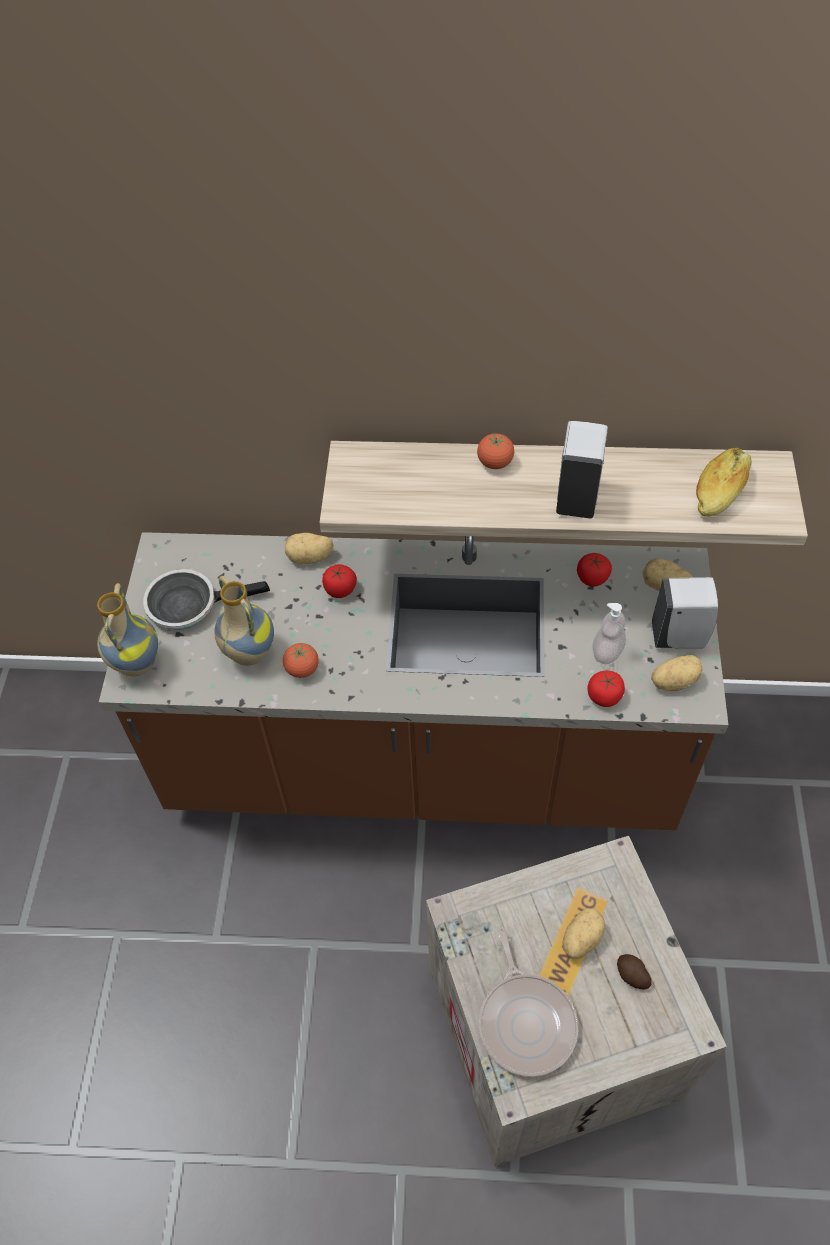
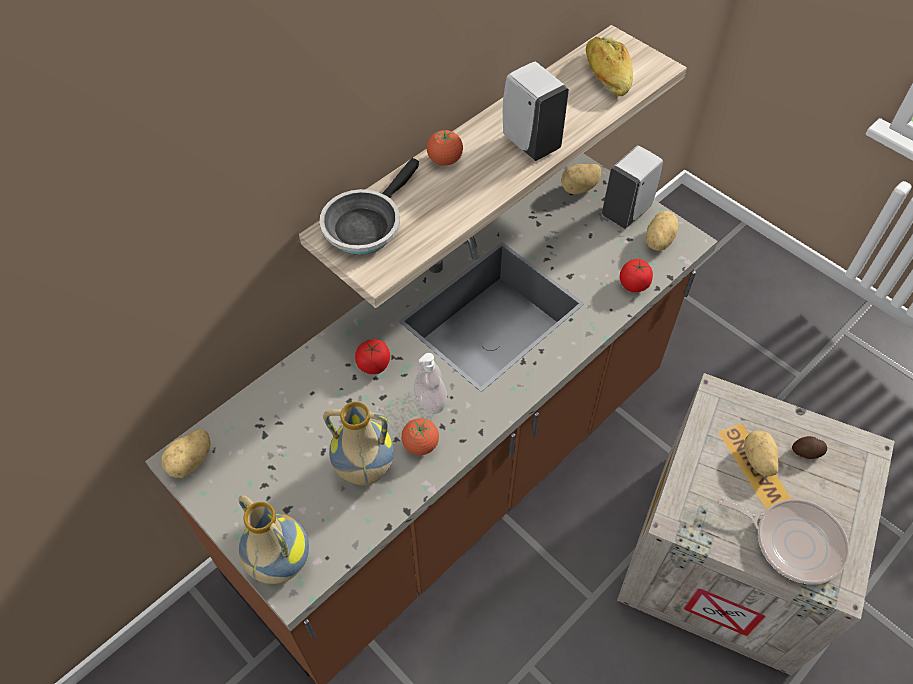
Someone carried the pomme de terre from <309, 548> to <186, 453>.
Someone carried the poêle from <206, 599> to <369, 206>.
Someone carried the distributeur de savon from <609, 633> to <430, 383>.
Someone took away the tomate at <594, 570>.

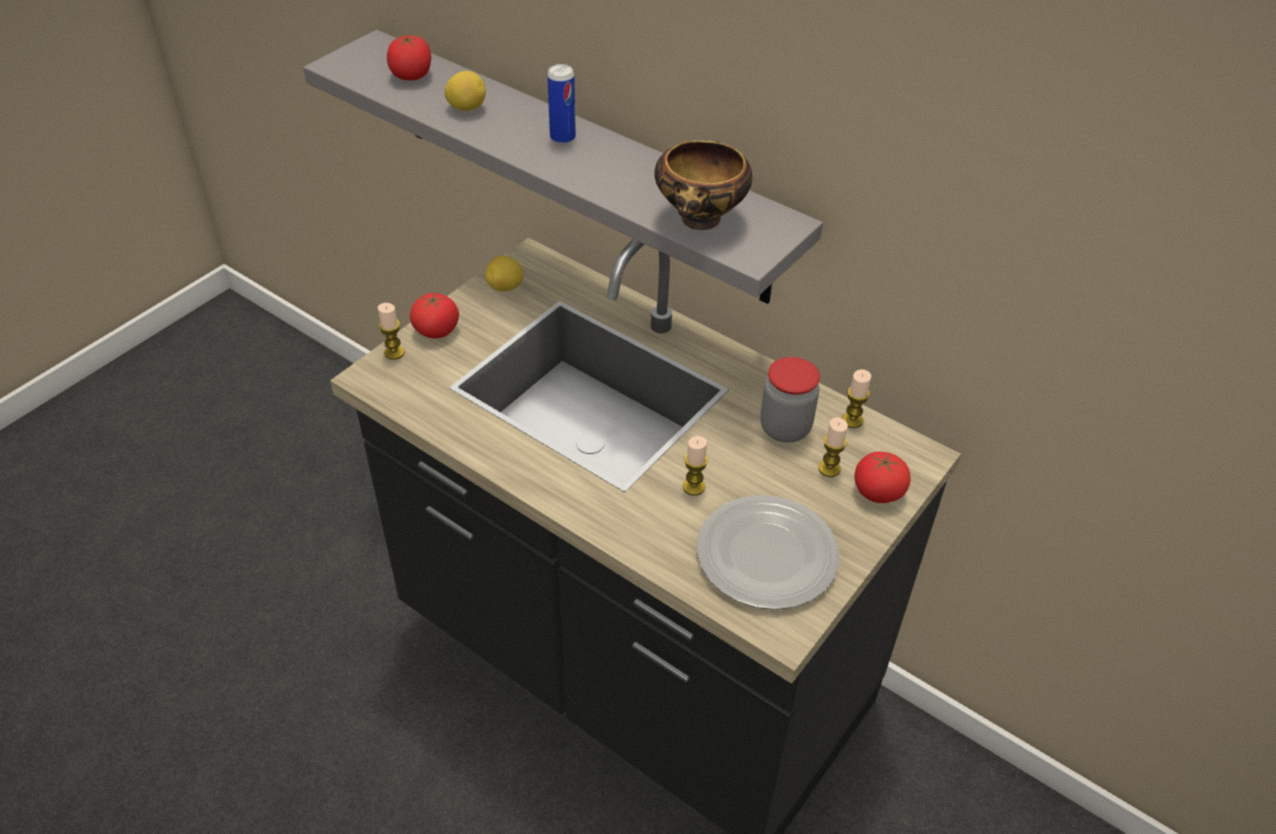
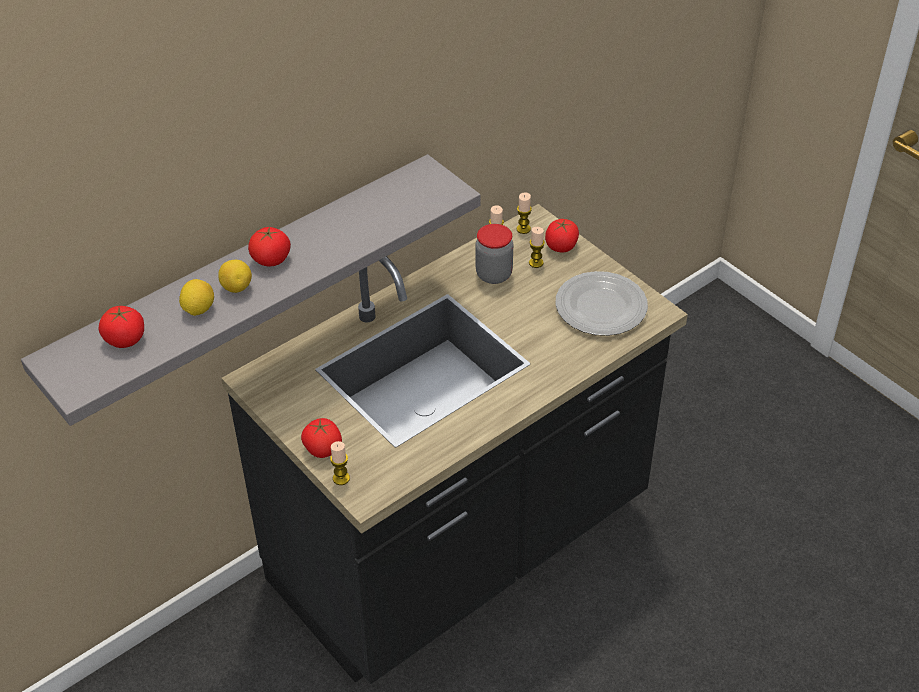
Someone carried the citron from <504, 273> to <235, 276>.
Someone swapped the boîte métallique at <561, 104> for the tomate at <269, 246>.
Someone carried the bougie from <695, 466> to <524, 213>.
Someone took away the bol at <703, 185>.

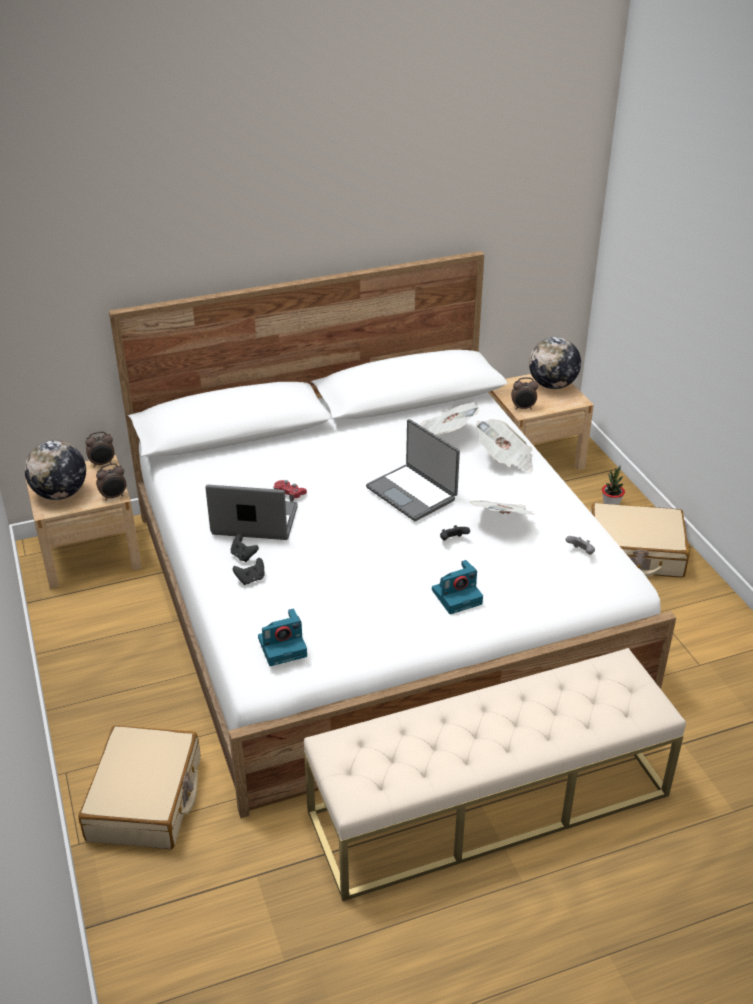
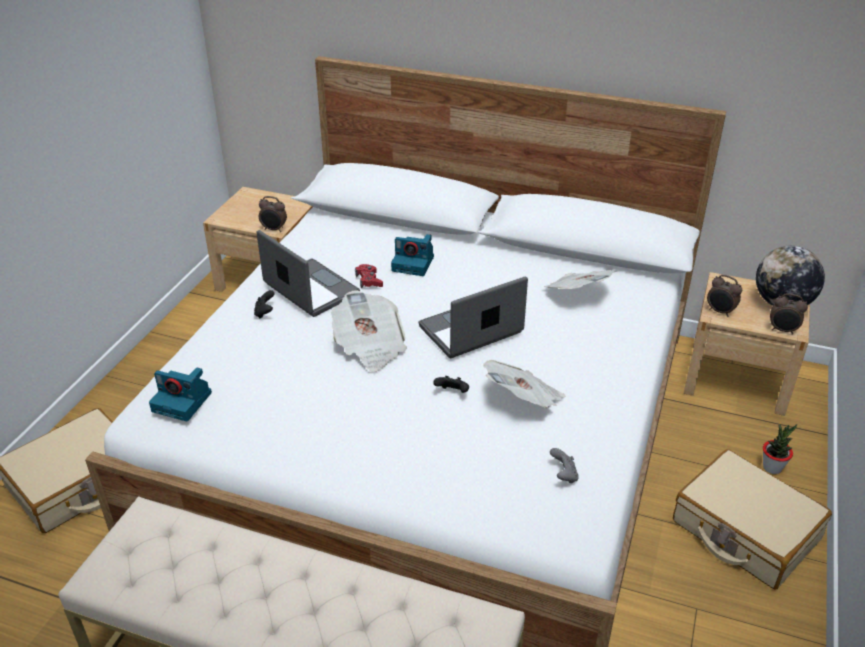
Someone carried the journal from <504, 445> to <369, 331>.
Someone carried the appareil photo from <457, 587> to <412, 255>.
Someone rotated the ordinateur portable at <413, 470> by 60 degrees clockwise.
Someone carried the réveil from <100, 449> to <789, 314>.
Someone took away the globe at <55, 470>.
Someone took away the manette [noir] at <248, 571>.

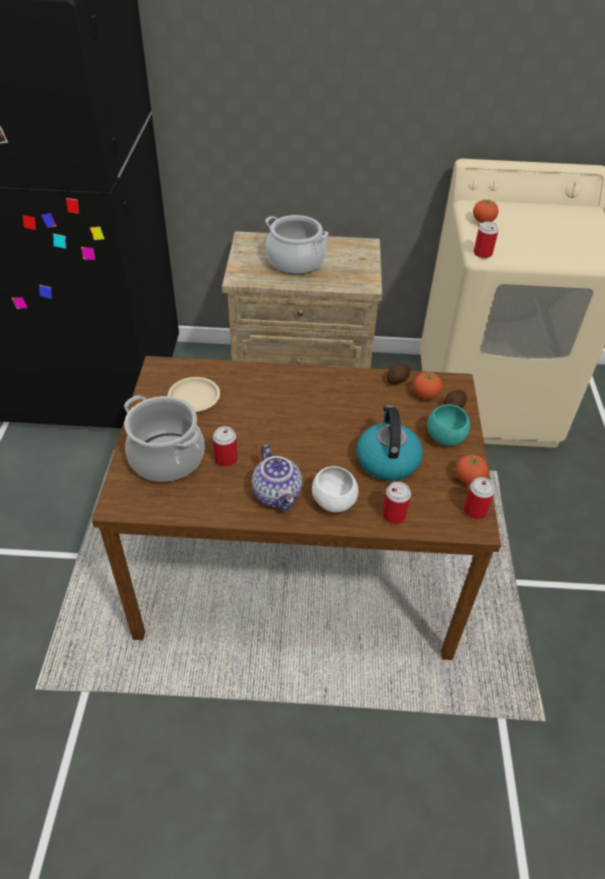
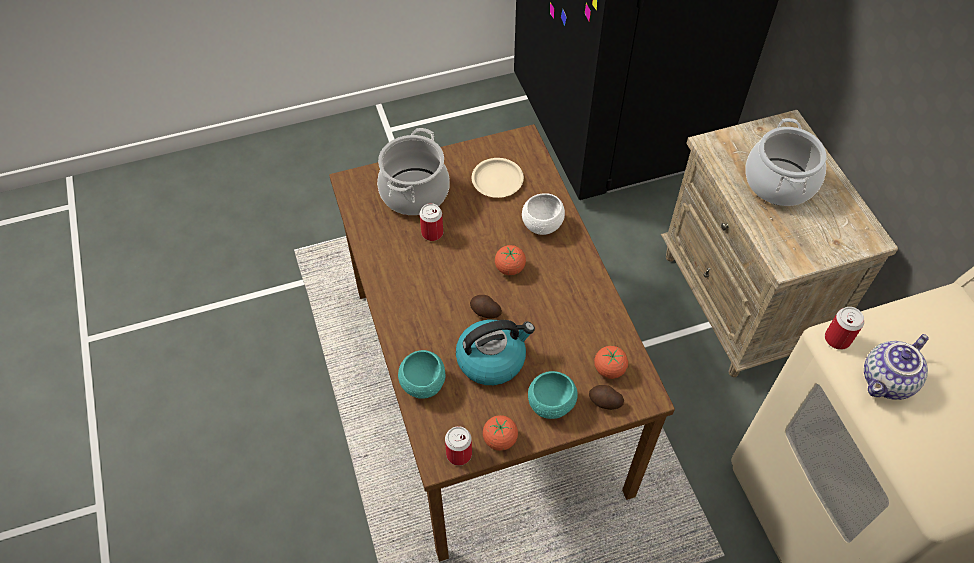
Someone swapped the boîte métallique at <396, 503> for the bol [turquoise] at <421, 374>.
Someone carried the pomme de terre from <398, 374> to <486, 306>.
Someone carried the tomate from <485, 211> to <510, 260>.
Someone carried the bol [blanc] from <335, 489> to <543, 214>.
Someone carried the théière from <277, 477> to <896, 367>.

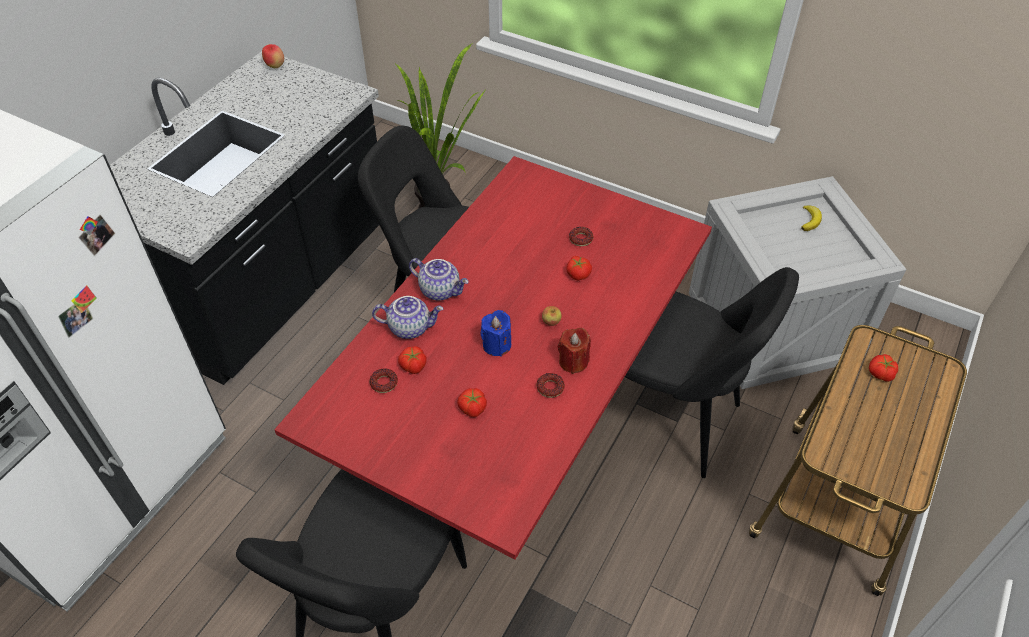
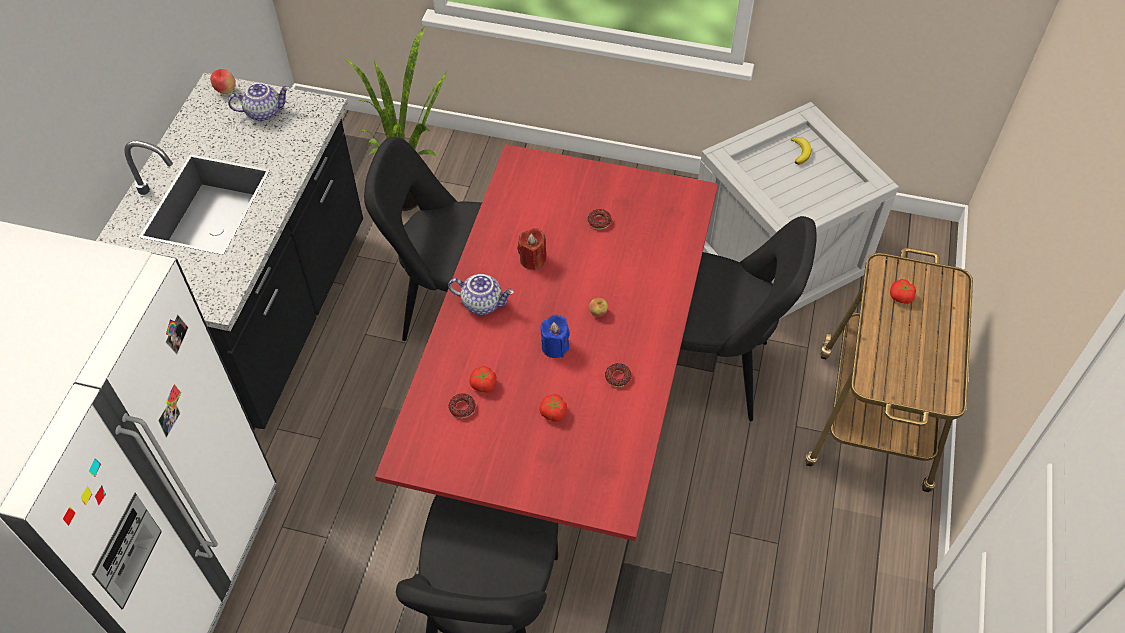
Someone carried the théière from <407, 317> to <259, 102>.
Someone carried the bougie [rouge] from <574, 351> to <532, 249>.
Someone took away the tomate at <579, 268>.

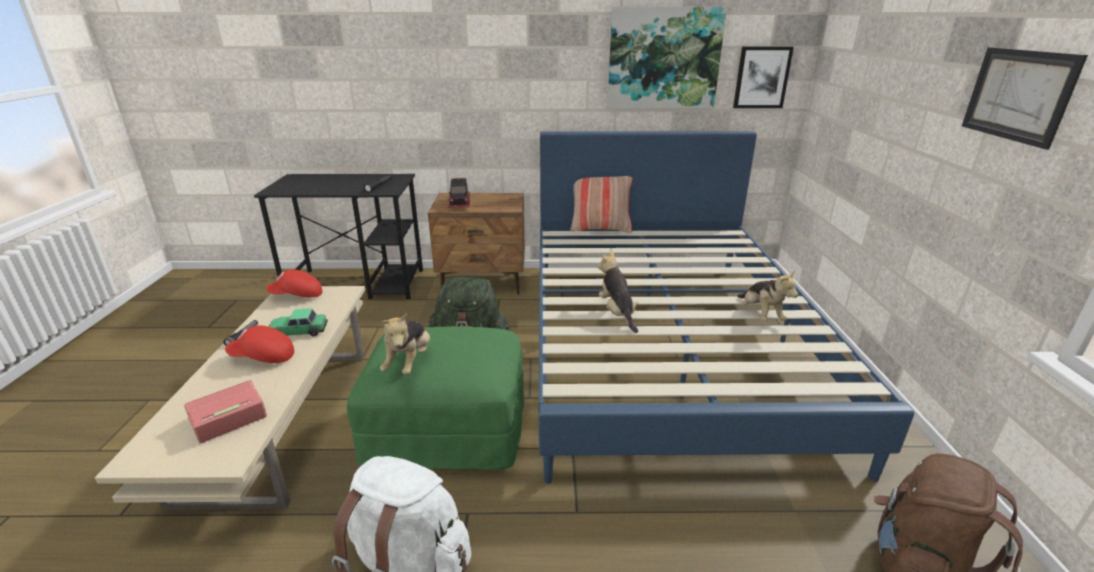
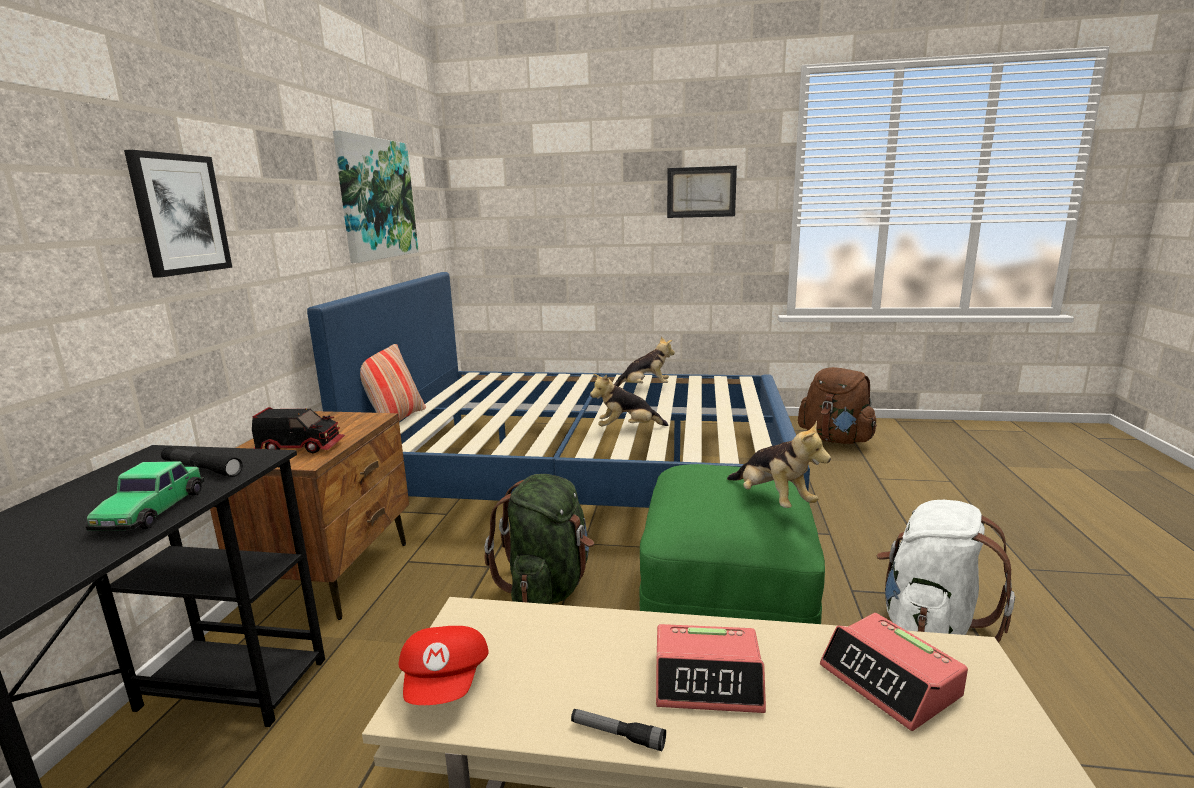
Someone carried the petite voiture from <298, 322> to <145, 496>.
Someone carried the tableau from <763, 77> to <178, 214>.
Someone swapped the casquette [rouge] at <259, 344> for the réveil at <711, 668>.
Someone rotated the peluche at <405, 344> by 45 degrees clockwise.

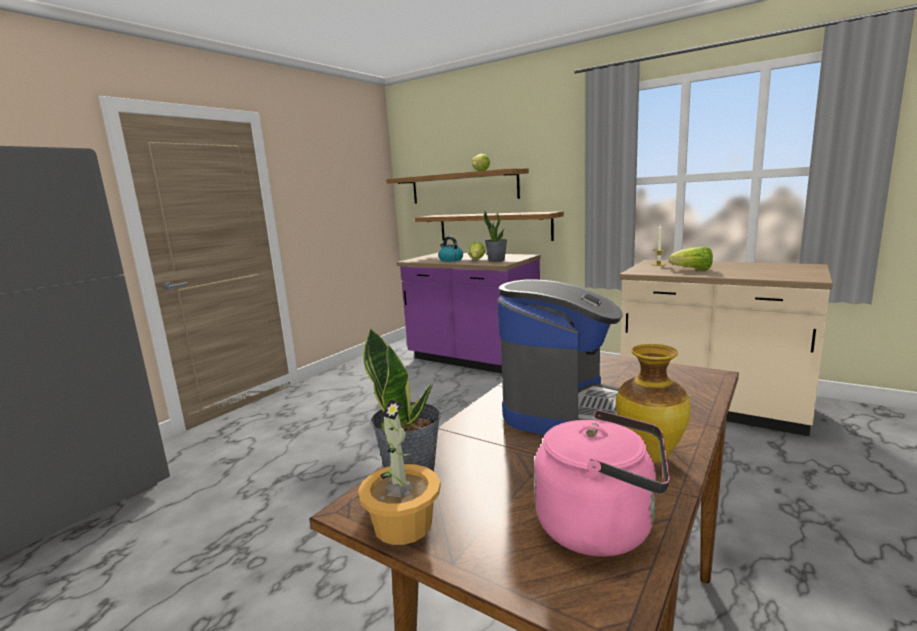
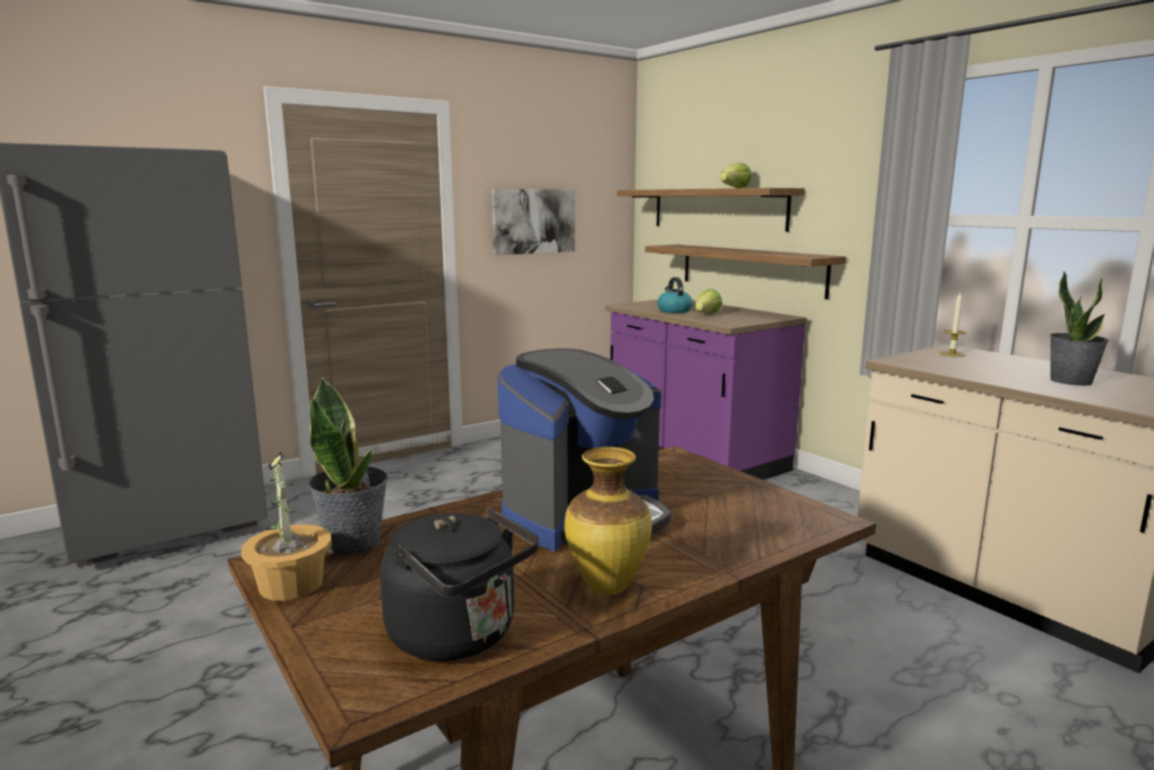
Someone repainted the bouilloire [rose] at <602, 483>, which became the bouilloire [noir] at <459, 584>.
Someone put up the tableau at <533, 222>.
Someone carried the plante en pot from <495, 236> to <1079, 328>.
Someone took away the laitue at <691, 258>.

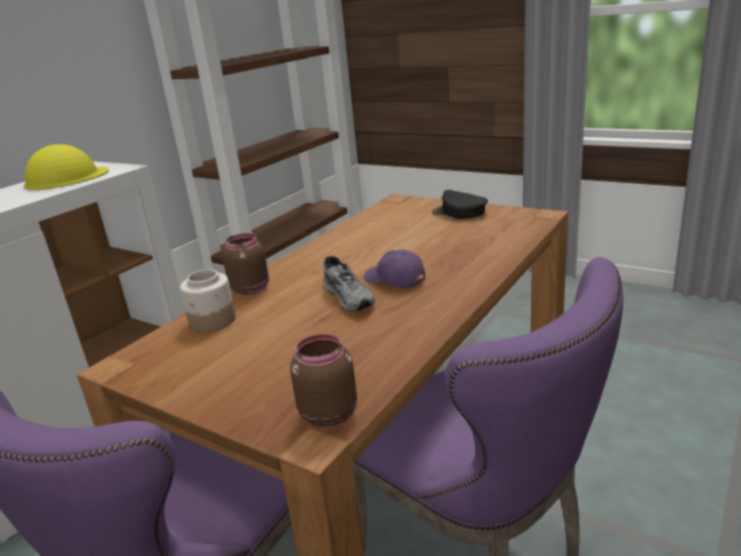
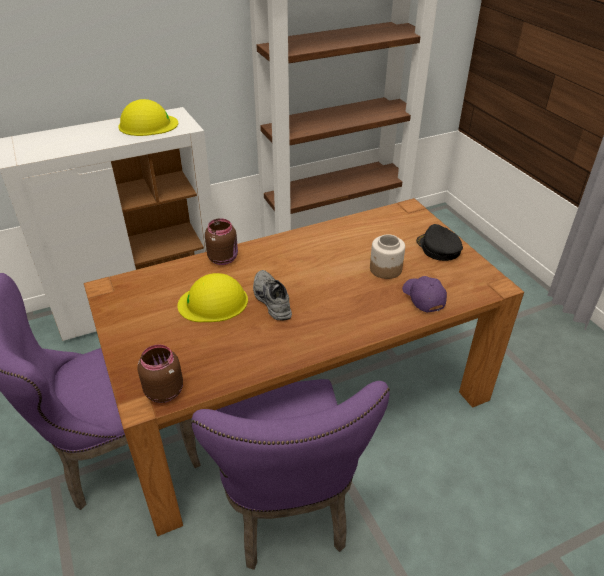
Someone put down the casque de chantier [jaune] at <212, 297>.
Someone rotated the chaussure [gris] at <349, 283> by 150 degrees clockwise.
Someone carried the bocal from <208, 300> to <387, 256>.
Someone carried the casquette [violet] from <394, 268> to <424, 294>.

